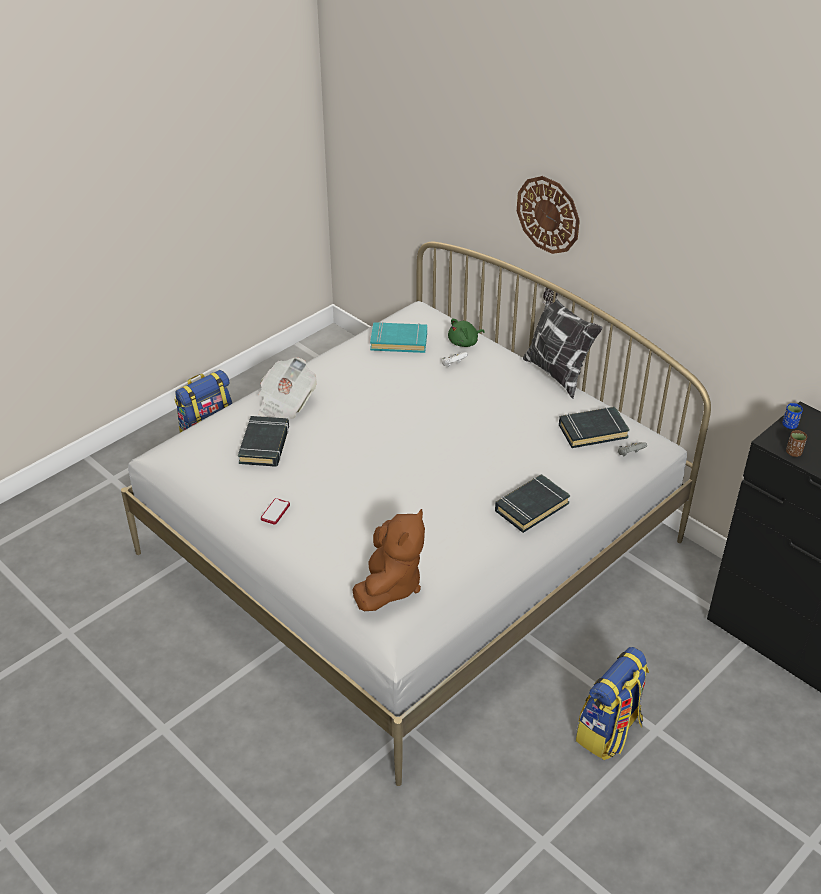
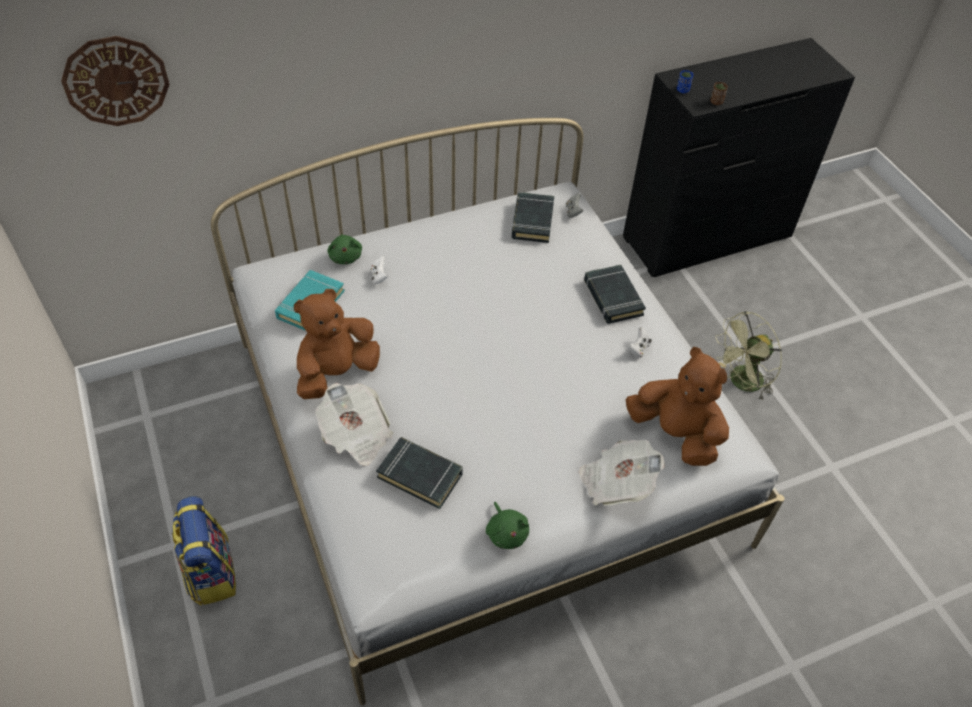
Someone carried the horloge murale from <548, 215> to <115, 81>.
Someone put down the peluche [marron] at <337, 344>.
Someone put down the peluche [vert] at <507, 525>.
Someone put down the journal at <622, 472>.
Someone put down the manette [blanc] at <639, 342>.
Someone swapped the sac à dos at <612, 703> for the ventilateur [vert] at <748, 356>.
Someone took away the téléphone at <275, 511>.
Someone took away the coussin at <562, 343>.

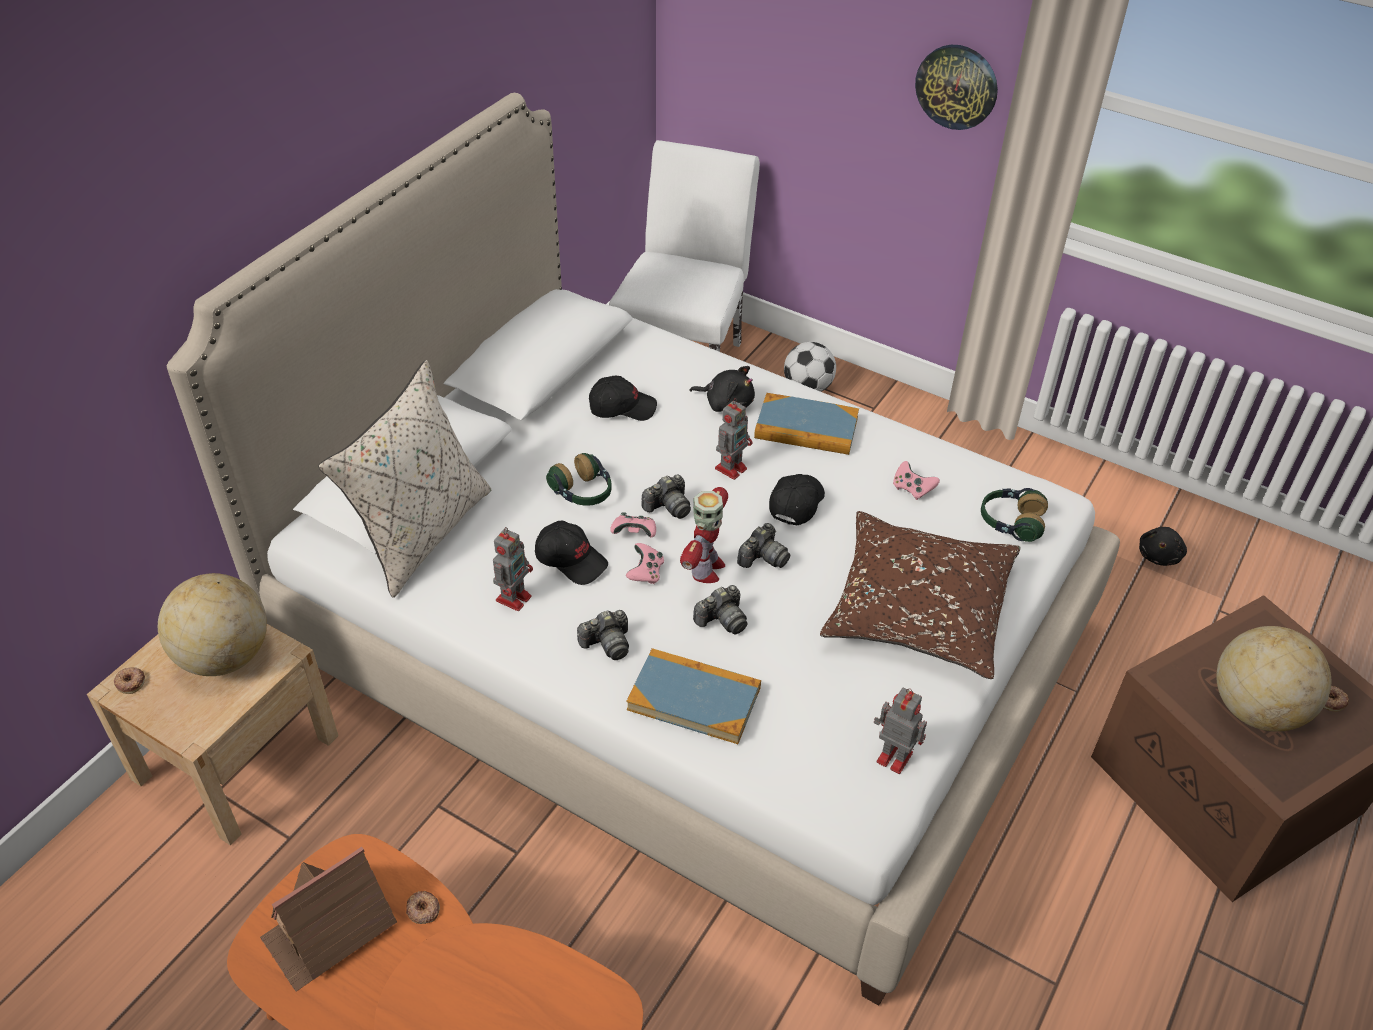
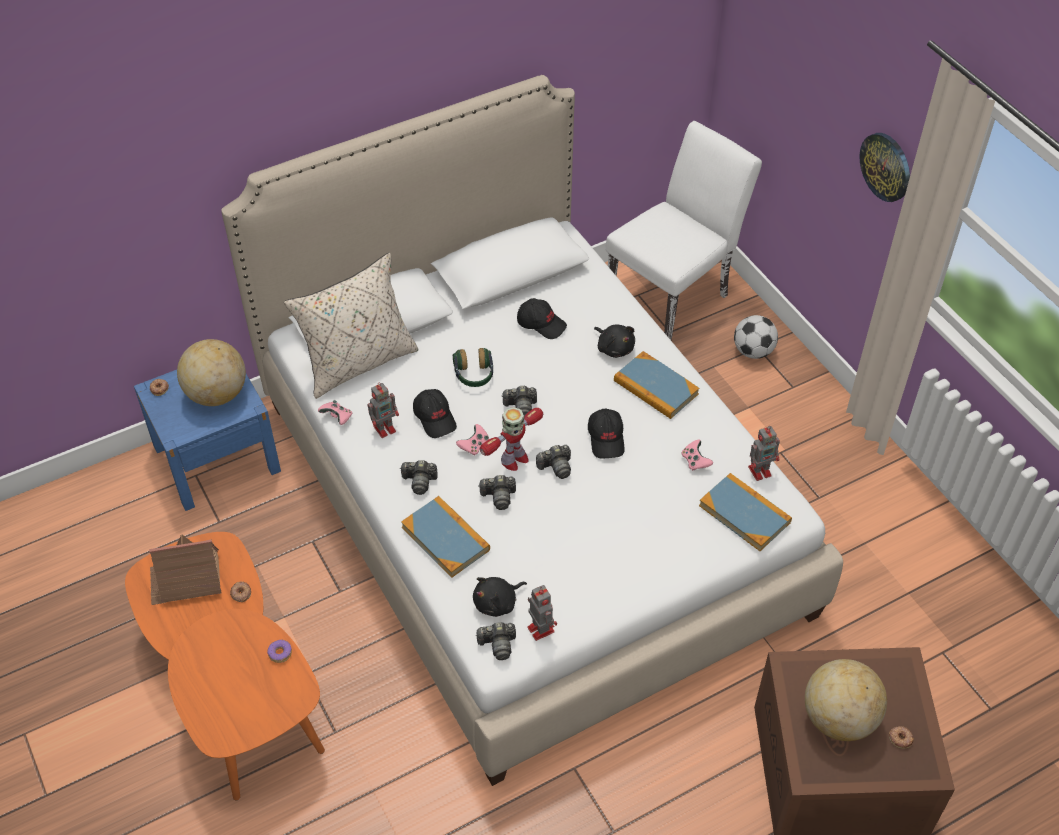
Someone repainted the table de chevet [beige] at <213, 734>, which became the table de chevet [bleu] at <207, 440>.
Someone put down the beignet at <279, 651>.
Someone carried the manette [rose] from <633, 524> to <335, 412>.
Someone carried the peluche [noir] from <1163, 546> to <500, 597>.
Someone put down the appareil photo at <495, 641>.
Someone rotated the casquette [noir] at <797, 500> by 120 degrees clockwise.
Someone swapped the casque audio at <1014, 515> for the livre at <745, 512>.
Someone carried the robot jouet from <733, 439> to <764, 453>.
Someone took away the coussin [marron] at <920, 595>.

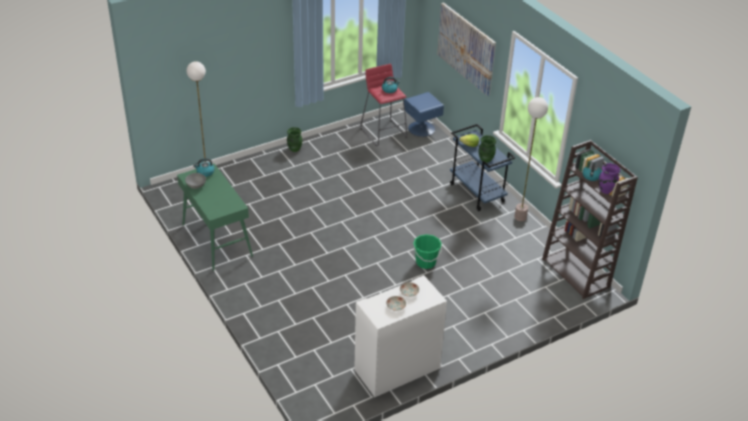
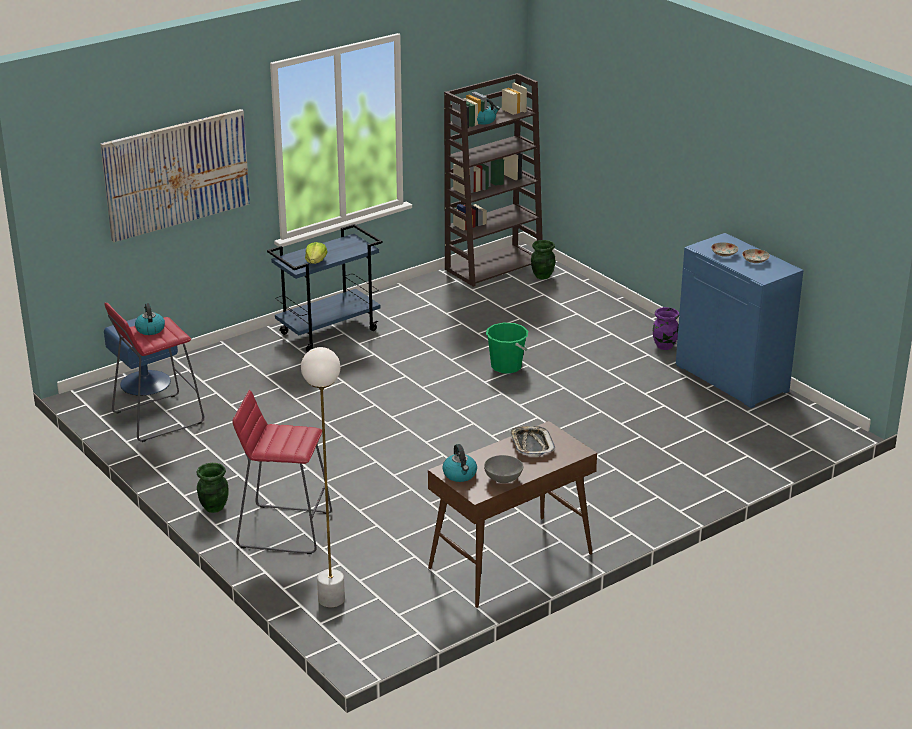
Someone put down the tabouret [rouge] at <282, 472>.
Someone repainted the table console [vert] at <215, 217>, which became the table console [marron] at <512, 514>.
Someone put down the plateau at <532, 441>.
Someone carried the vase [vert] from <487, 149> to <543, 259>.
Someone carried the vase [violet] from <609, 178> to <666, 328>.
Someone repainted the meuble de rangement [blanc] at <400, 336>, which became the meuble de rangement [bleu] at <740, 320>.
Someone took away the lampadaire at <531, 159>.

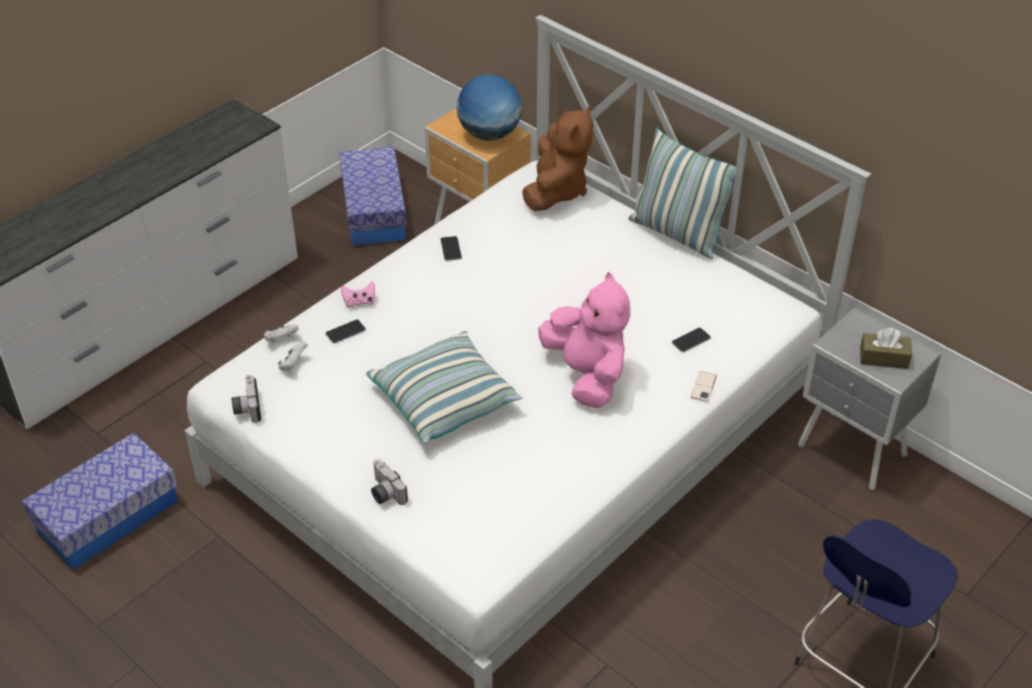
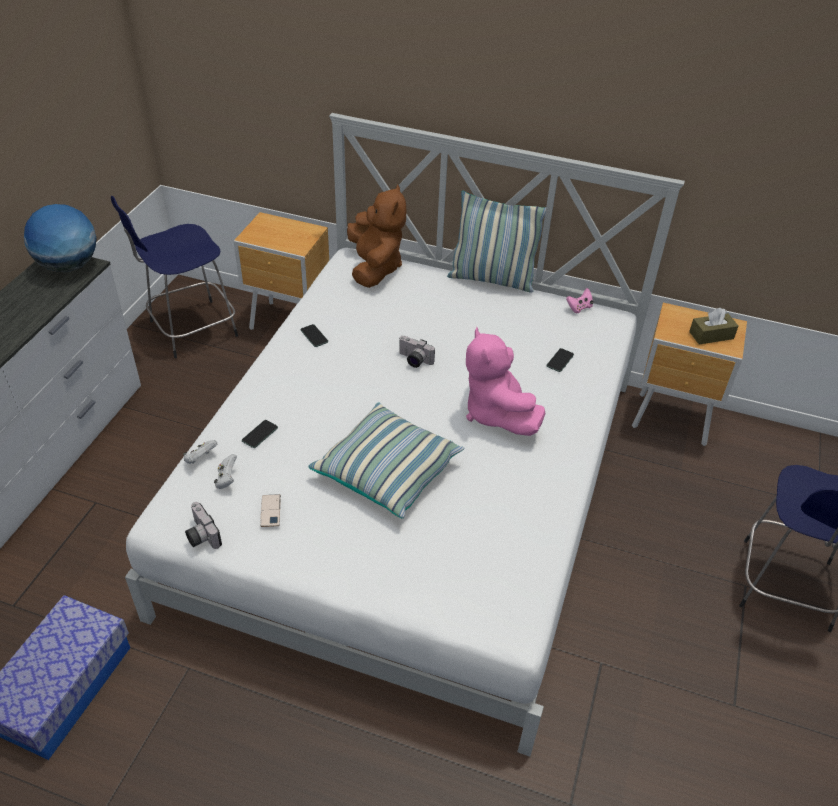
Someone carried the globe from <489, 108> to <60, 238>.
Someone swapped the boîte de rangement at <372, 196> for the tabouret [bleu] at <174, 277>.
Someone carried the téléphone from <704, 386> to <270, 510>.
Someone carried the appareil photo from <389, 482> to <417, 352>.
Someone rotated the peluche [rose] at <584, 340> by 150 degrees counterclockwise.
Someone carried the manette [rose] from <358, 295> to <579, 300>.
Someone repainted the table de chevet [gris] at <869, 398>, which became the table de chevet [marron] at <689, 374>.

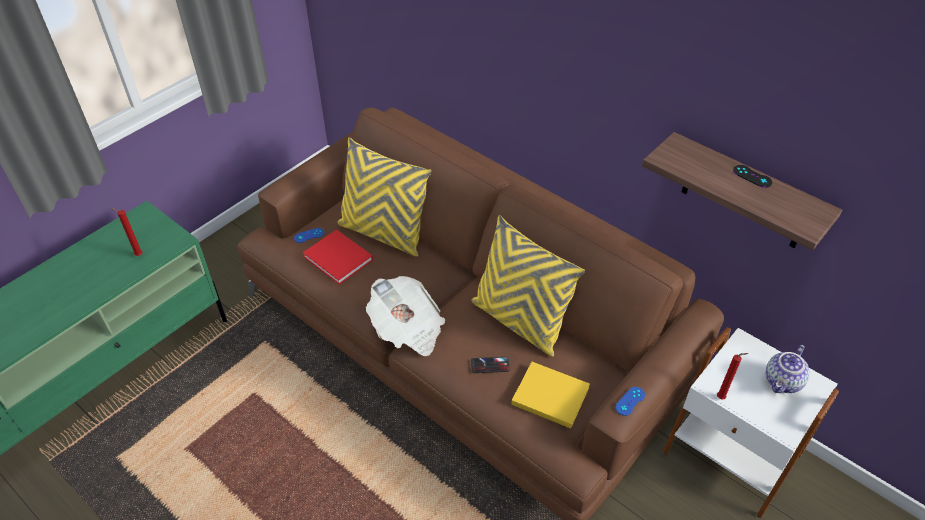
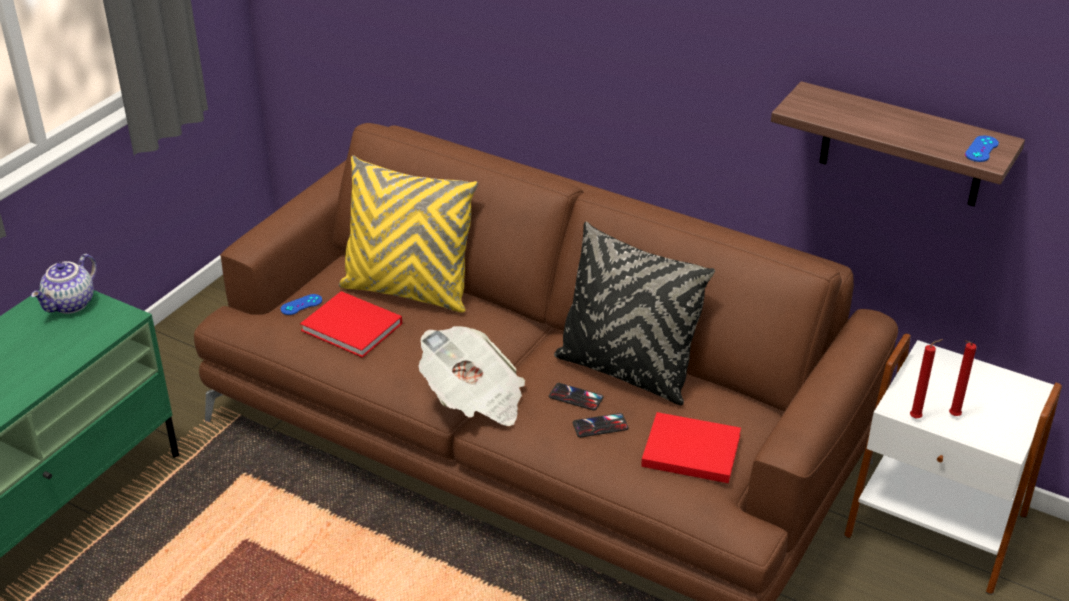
Someone carried the théière from <788, 369> to <64, 284>.
Someone put down the téléphone at <576, 397>.
Someone repainted the coussin [jaune] at <528, 286>, which became the coussin [noir] at <634, 313>.
Someone repainted the livre [jaune] at <550, 395>, which became the livre [rouge] at <691, 447>.
Someone carried the bougie [rouge] from <127, 232> to <963, 378>.
Someone carried the manette [bleu] from <630, 401> to <982, 149>.
Someone took away the manette [noir] at <752, 176>.

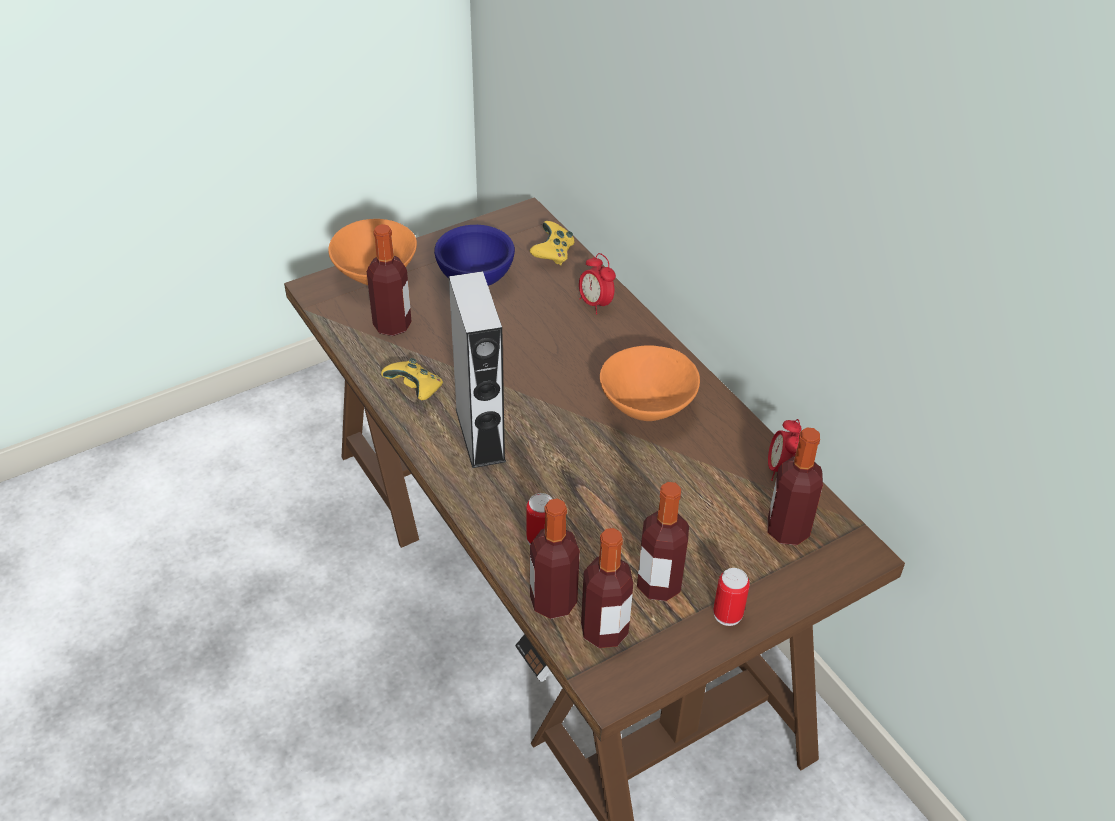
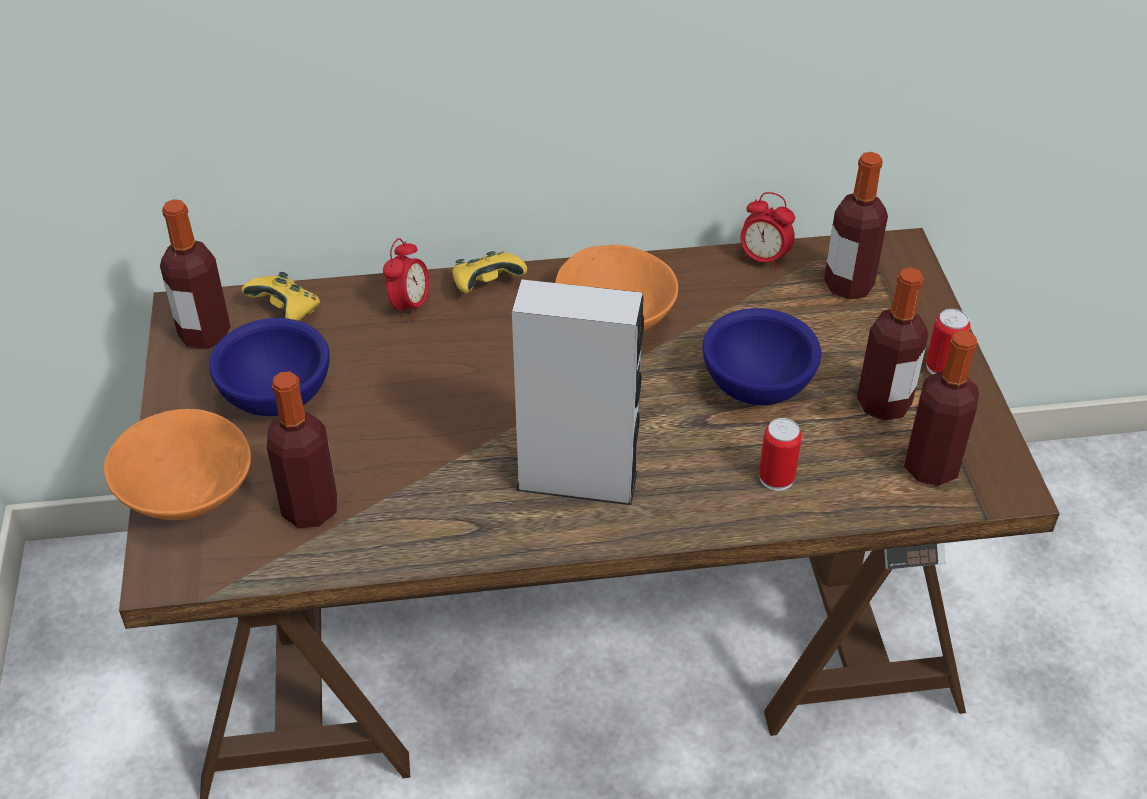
Someone carried the bouteille from <555, 559> to <195, 274>.
Someone rotated the réveil at <597, 283> by 60 degrees counterclockwise.
Someone carried the manette [jaune] from <412, 379> to <490, 272>.
Someone put down the bol [bleu] at <761, 356>.

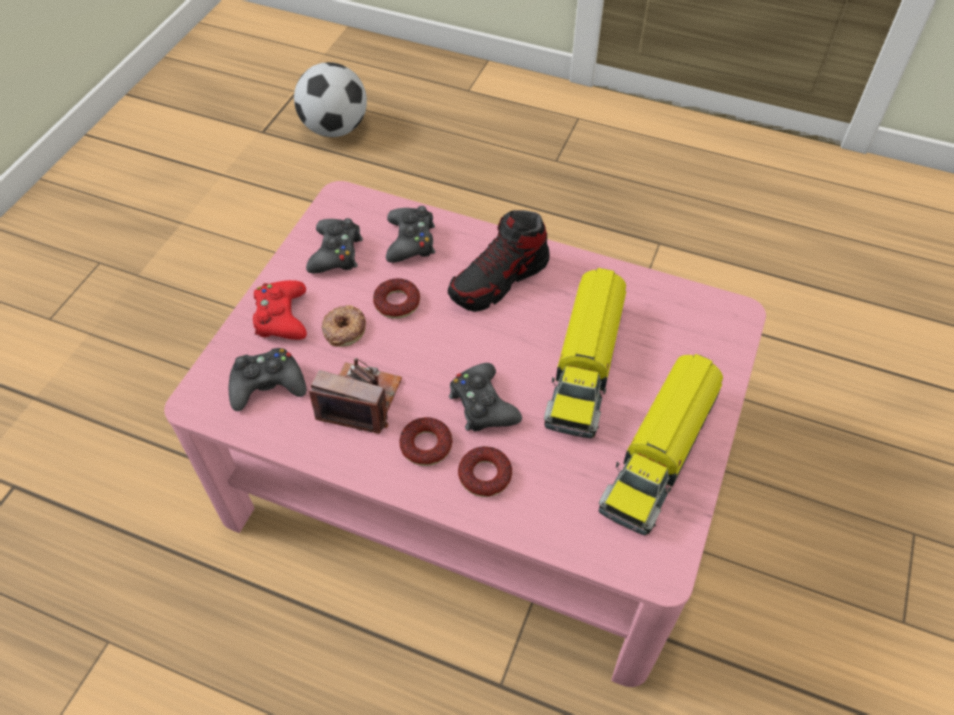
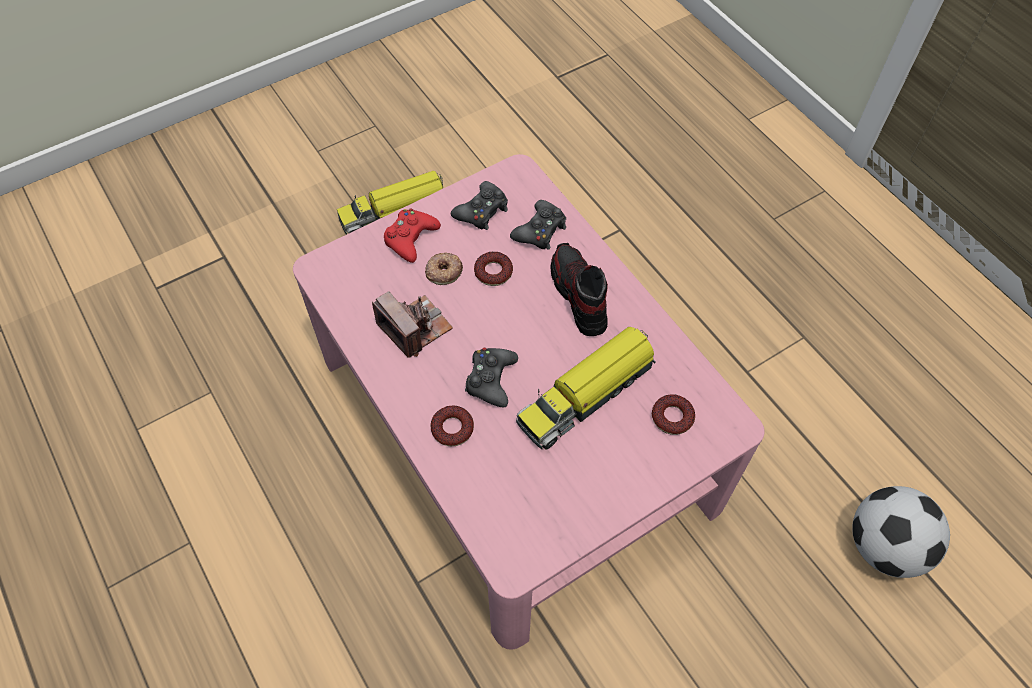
Someone carried the camion jouet from <661, 445> to <390, 203>.
Someone rotated the chaussure at <499, 261> by 75 degrees clockwise.
Someone carried the beignet from <426, 441> to <673, 414>.
Someone carried the ballon de foot from <330, 99> to <901, 532>.
Someone took away the manette [noir] at <267, 379>.

